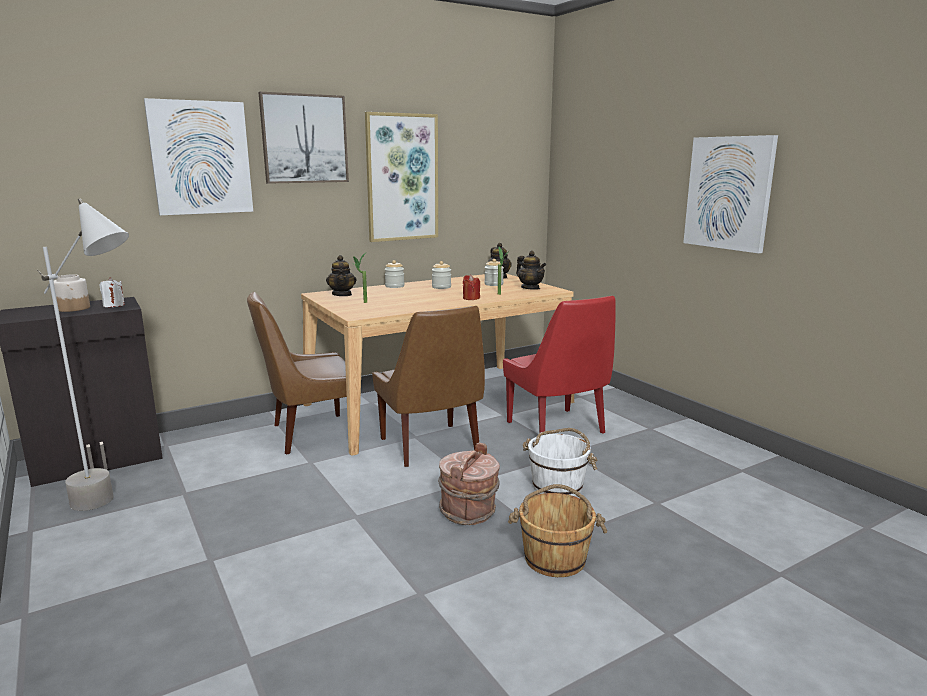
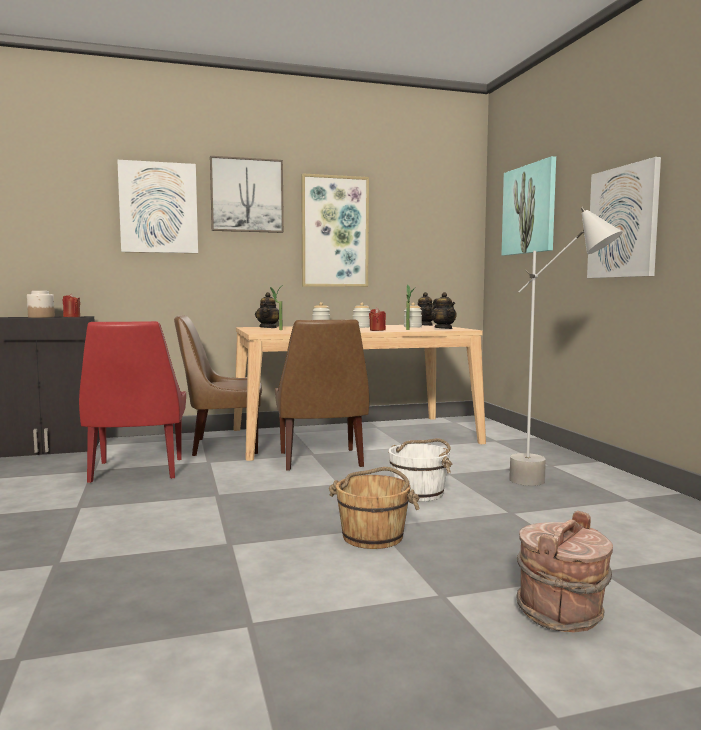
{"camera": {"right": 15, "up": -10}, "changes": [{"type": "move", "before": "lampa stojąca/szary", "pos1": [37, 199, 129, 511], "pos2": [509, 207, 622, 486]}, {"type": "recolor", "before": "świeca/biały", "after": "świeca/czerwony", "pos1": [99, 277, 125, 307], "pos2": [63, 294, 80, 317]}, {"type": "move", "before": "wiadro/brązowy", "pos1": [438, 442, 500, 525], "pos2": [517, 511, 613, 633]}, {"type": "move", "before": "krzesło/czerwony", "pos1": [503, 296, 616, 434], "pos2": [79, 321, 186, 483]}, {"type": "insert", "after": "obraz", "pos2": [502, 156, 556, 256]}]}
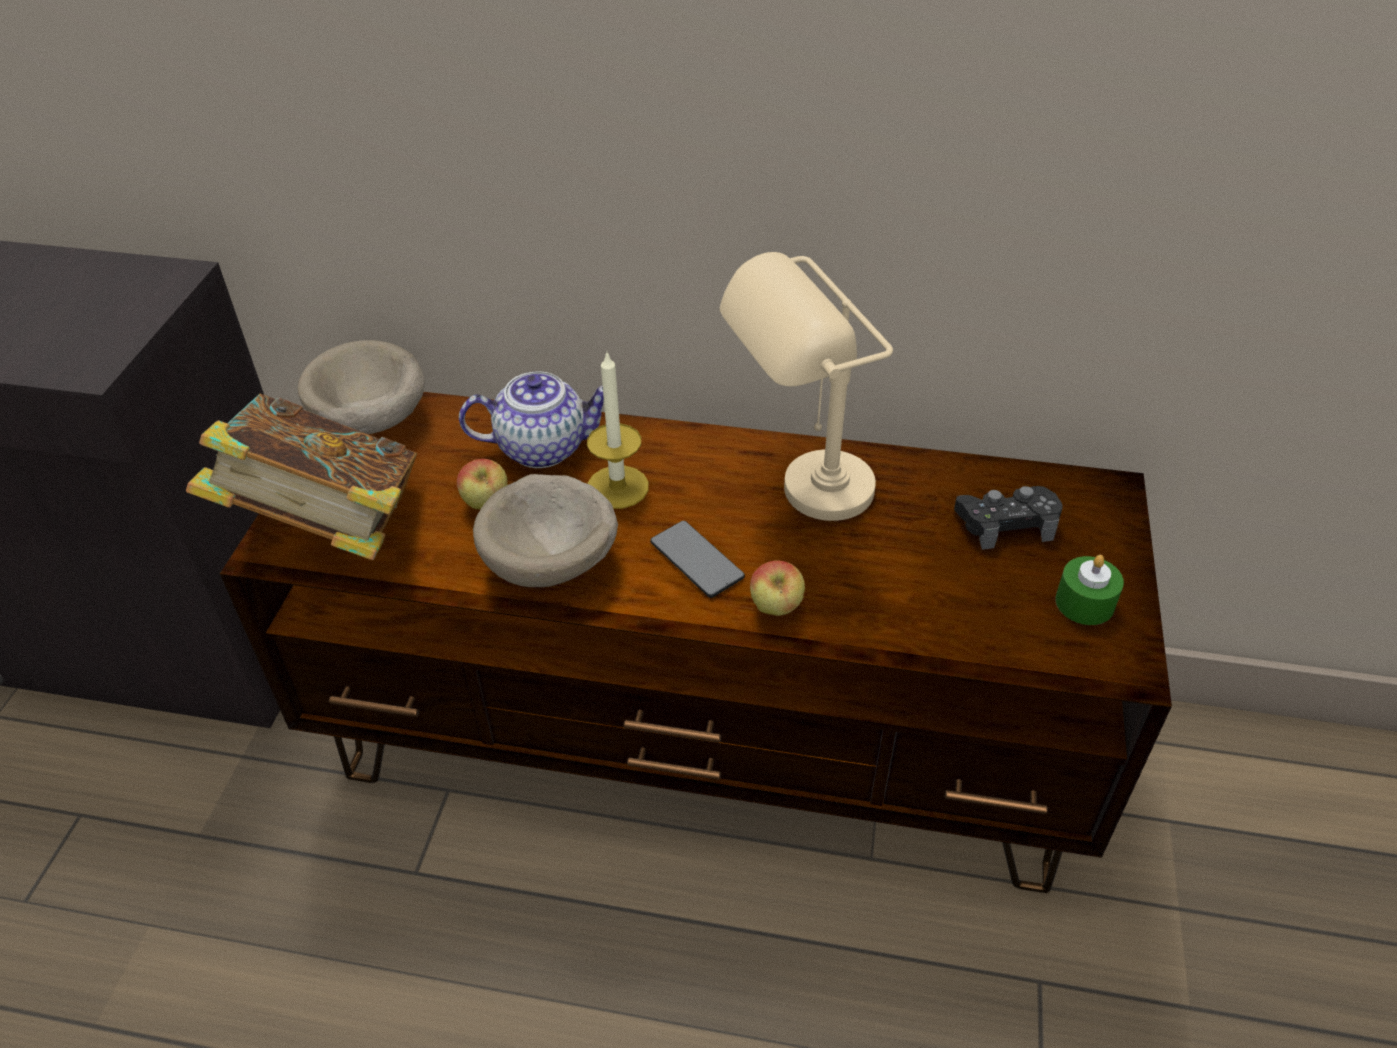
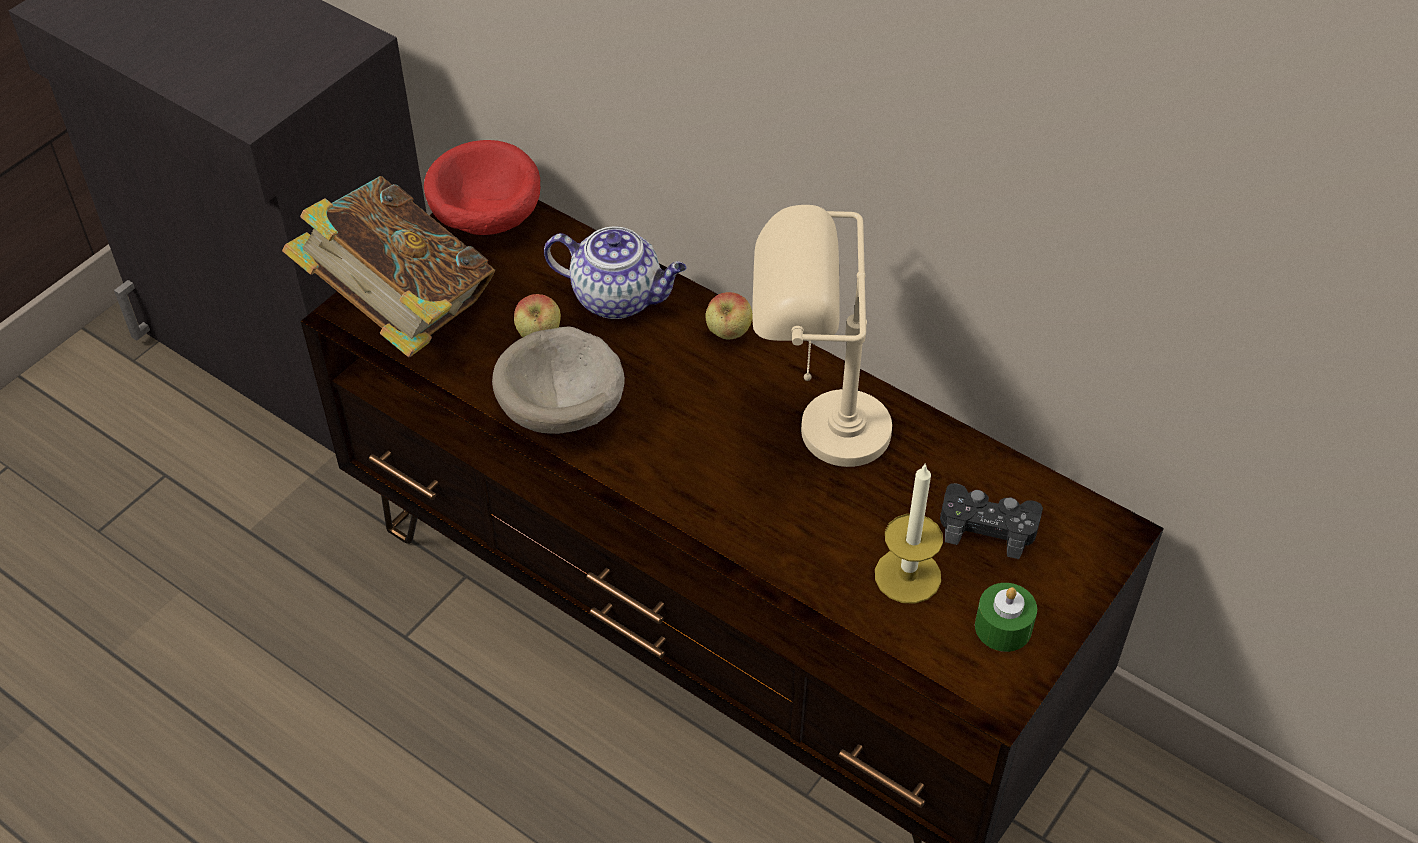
{"camera": {"right": 25, "up": 5}, "changes": [{"type": "recolor", "before": "miska/beżowy", "after": "miska/czerwony", "pos1": [298, 340, 425, 434], "pos2": [424, 140, 540, 235]}, {"type": "move", "before": "świeca", "pos1": [587, 353, 649, 509], "pos2": [875, 463, 943, 604]}, {"type": "delete", "before": "telefon", "pos1": [650, 521, 745, 598]}, {"type": "move", "before": "jabłko", "pos1": [750, 560, 805, 616], "pos2": [705, 292, 752, 339]}]}
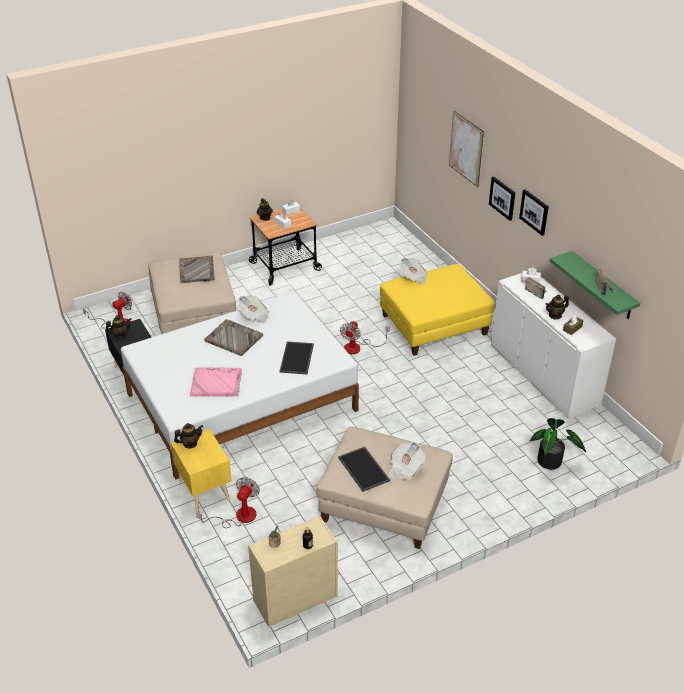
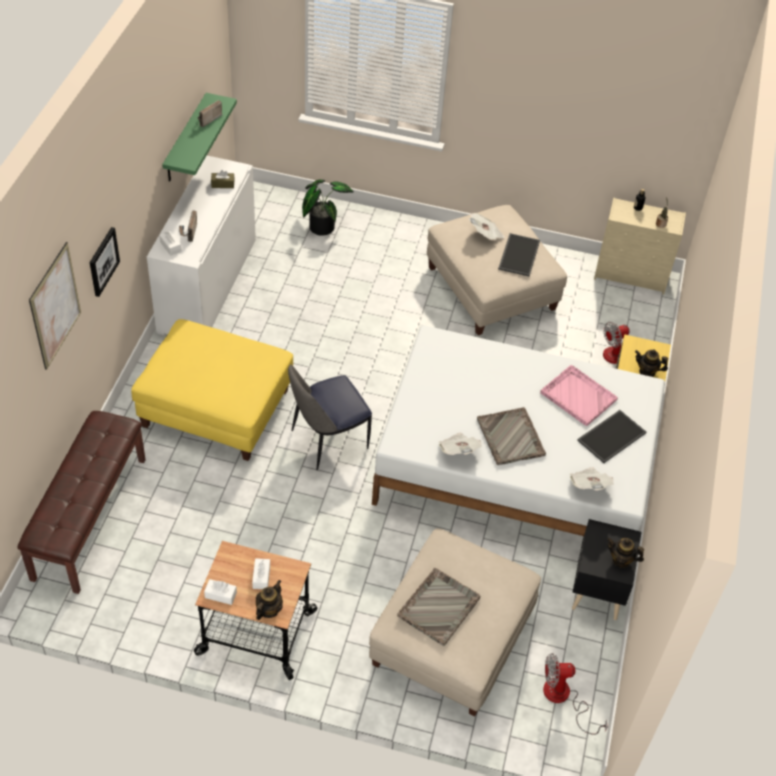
{"camera": {"right": -140, "up": 10}, "changes": [{"type": "move", "before": "taca", "pos1": [280, 341, 314, 374], "pos2": [577, 410, 646, 463]}, {"type": "replace", "before": "wentylator", "after": "krzesło", "pos1": [340, 321, 390, 354], "pos2": [288, 364, 372, 470]}, {"type": "move", "before": "gazeta", "pos1": [400, 258, 428, 285], "pos2": [570, 467, 614, 491]}, {"type": "delete", "before": "obraz", "pos1": [519, 189, 549, 236]}, {"type": "delete", "before": "imbryk", "pos1": [545, 295, 569, 319]}, {"type": "insert", "after": "ławka/brązowy", "pos2": [17, 411, 146, 594]}]}
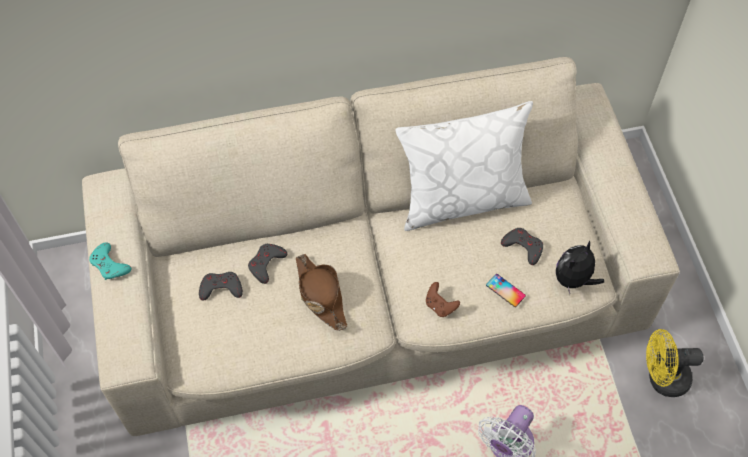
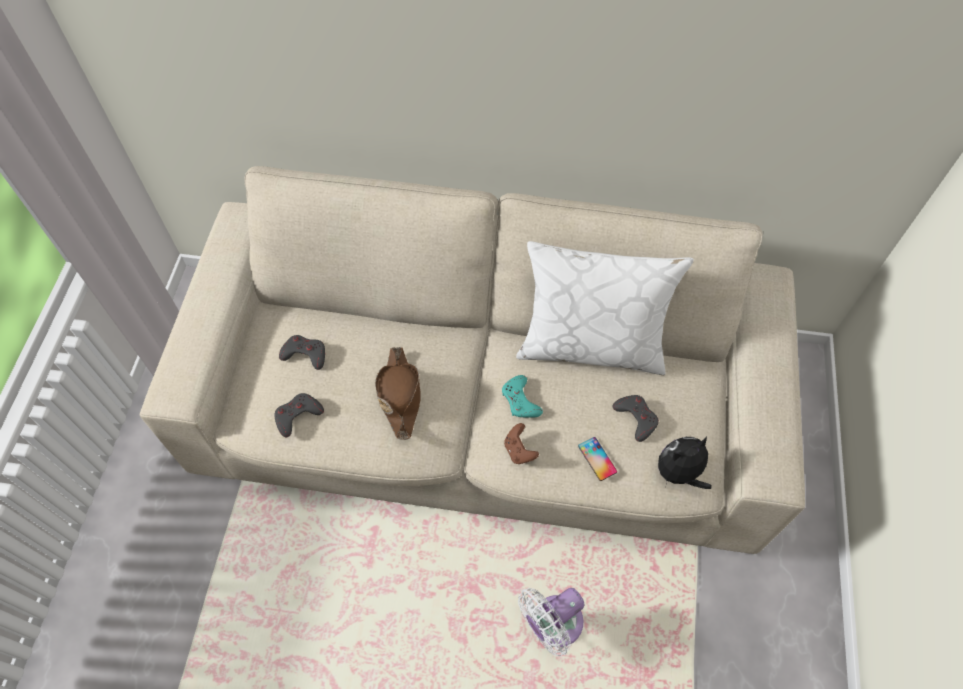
{"camera": {"right": 20, "up": 0}, "changes": [{"type": "move", "before": "pad do gier/turkusowy", "pos1": [89, 242, 131, 280], "pos2": [502, 375, 543, 418]}, {"type": "move", "before": "pad do gier/szary", "pos1": [248, 244, 288, 284], "pos2": [274, 393, 324, 437]}, {"type": "delete", "before": "wentylator/żółty", "pos1": [646, 329, 703, 397]}]}
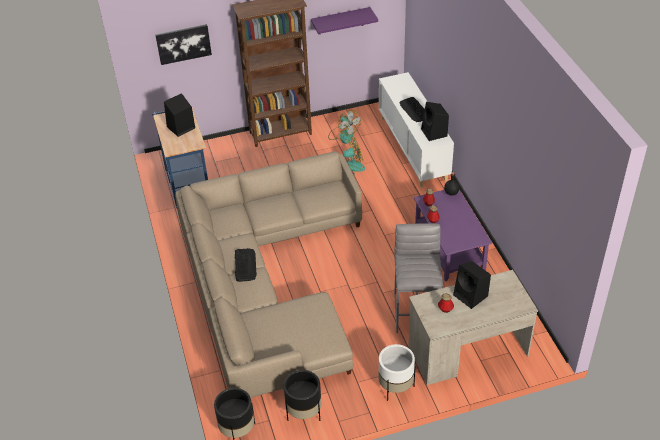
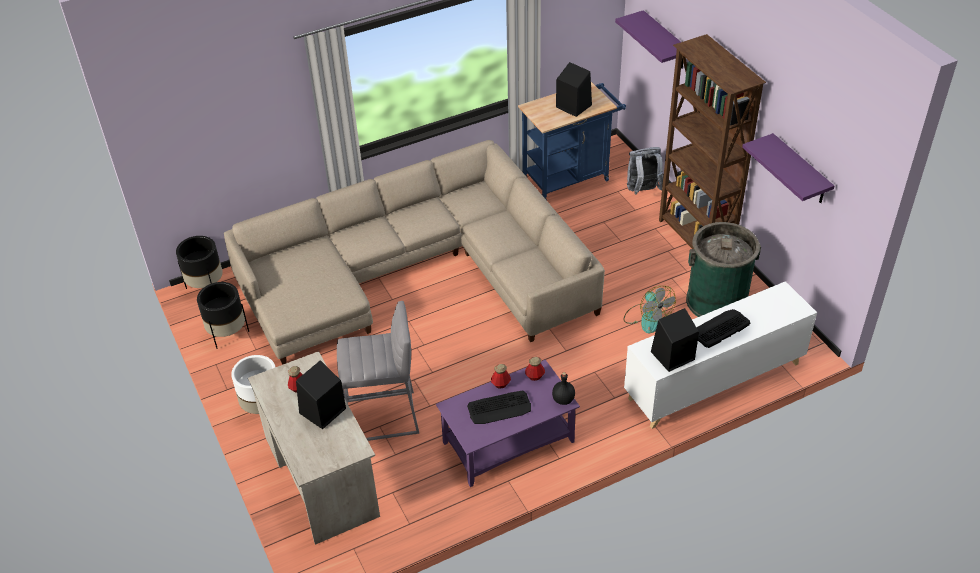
{"camera": {"right": 80, "up": 0}, "changes": [{"type": "replace", "before": "obraz", "after": "półka/fioletowy", "pos1": [155, 24, 212, 65], "pos2": [615, 10, 683, 69]}, {"type": "move", "before": "klawiatura", "pos1": [235, 248, 257, 282], "pos2": [467, 390, 531, 424]}, {"type": "replace", "before": "wentylator", "after": "kosz na śmieci/zielony", "pos1": [328, 110, 361, 144], "pos2": [686, 222, 761, 317]}, {"type": "insert", "after": "plecak/szary", "pos2": [627, 147, 663, 195]}]}
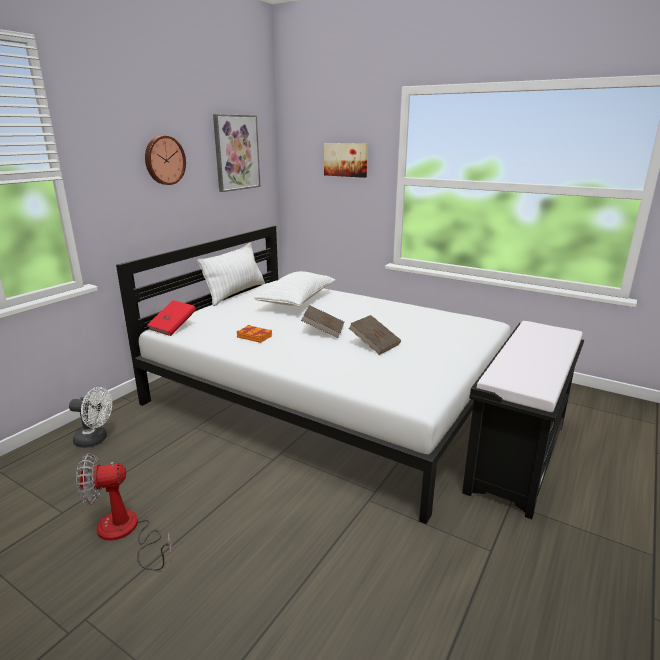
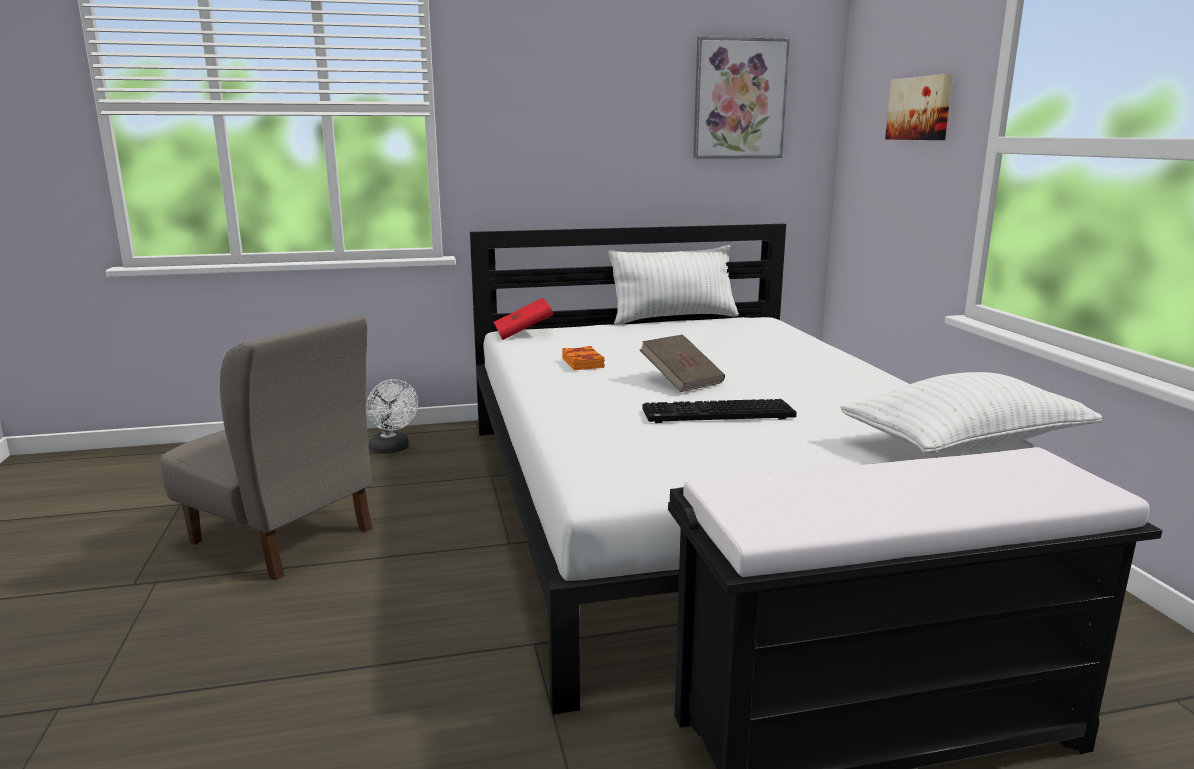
{"camera": {"right": 45, "up": -5}, "changes": [{"type": "replace", "before": "wentylator", "after": "krzesło/szary", "pos1": [76, 453, 171, 570], "pos2": [160, 316, 373, 580]}, {"type": "delete", "before": "zegar ścienny", "pos1": [145, 136, 186, 185]}, {"type": "move", "before": "poduszka/biały", "pos1": [254, 271, 335, 307], "pos2": [840, 372, 1103, 454]}, {"type": "replace", "before": "książka/brązowy", "after": "klawiatura", "pos1": [349, 315, 401, 355], "pos2": [643, 399, 797, 423]}]}
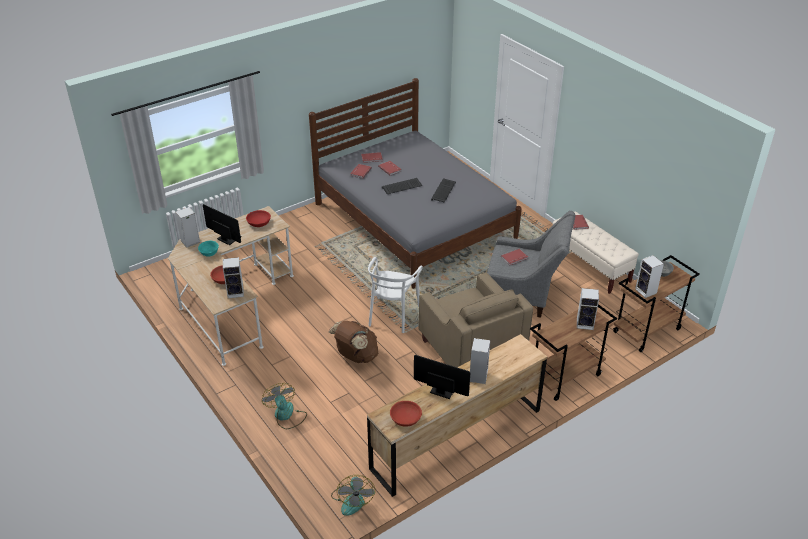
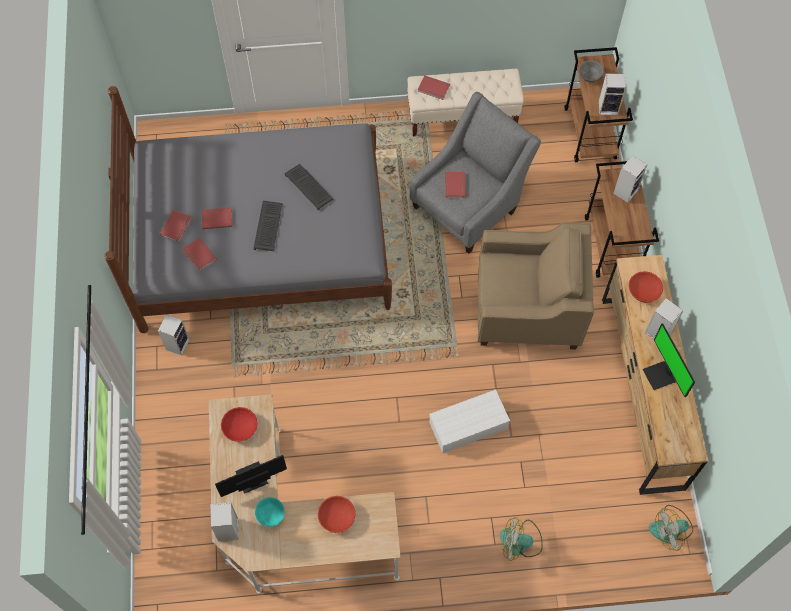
{"camera": {"right": -60, "up": 25}, "changes": [{"type": "move", "before": "głośnik", "pos1": [223, 257, 244, 298], "pos2": [158, 314, 190, 356]}, {"type": "replace", "before": "plecak/brązowy", "after": "pojemnik do przechowywania/biały", "pos1": [329, 321, 378, 363], "pos2": [429, 389, 510, 453]}, {"type": "rotate", "before": "wentylator", "pos1": [331, 475, 375, 516], "pos2": [649, 505, 693, 551], "turn": 135}, {"type": "delete", "before": "krzesło/biały", "pos1": [368, 257, 423, 333]}, {"type": "move", "before": "miska/czerwony", "pos1": [390, 401, 422, 427], "pos2": [629, 271, 663, 303]}, {"type": "rotate", "before": "monitor", "pos1": [414, 355, 470, 399], "pos2": [643, 323, 695, 397], "turn": -75}]}
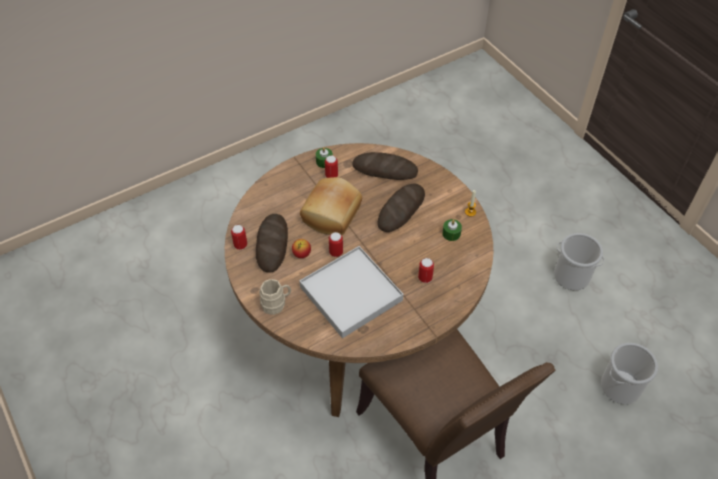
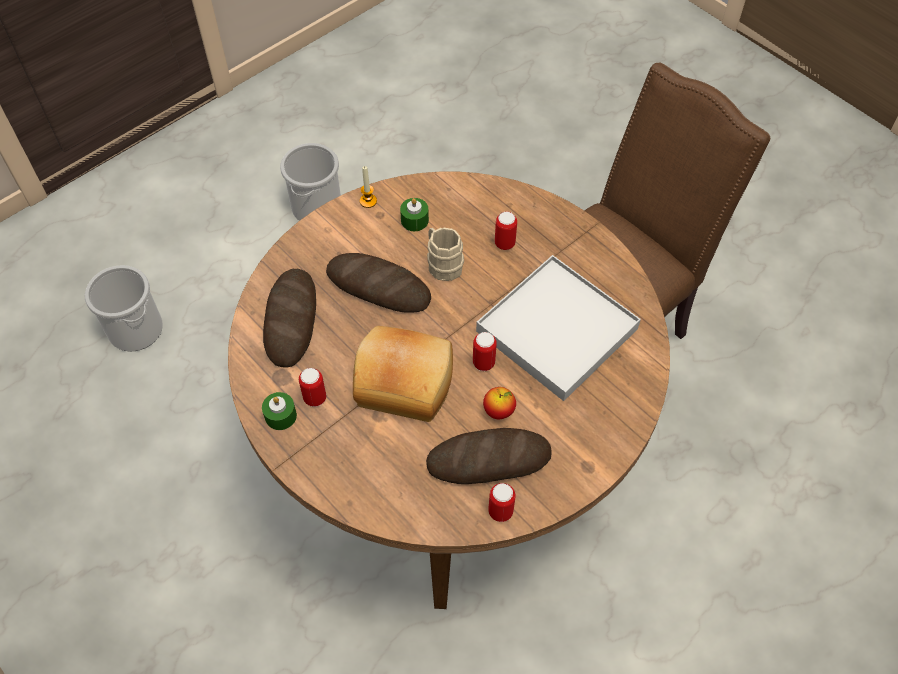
{"camera": {"right": -100, "up": 5}, "changes": [{"type": "move", "before": "kubek/beżowy", "pos1": [259, 279, 291, 315], "pos2": [427, 228, 464, 281]}, {"type": "move", "before": "wiadro", "pos1": [601, 343, 658, 404], "pos2": [85, 265, 163, 352]}]}
